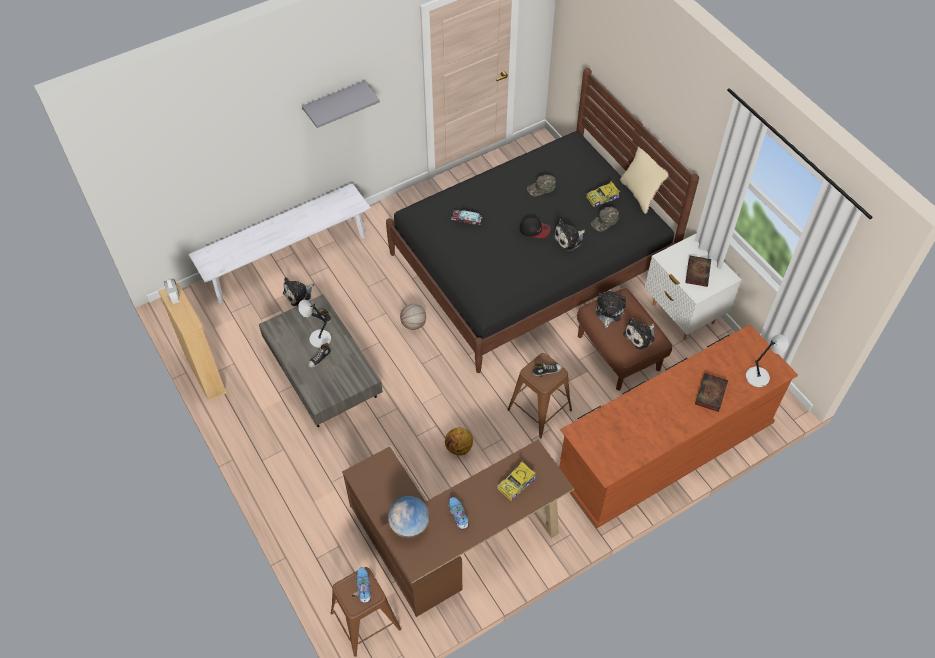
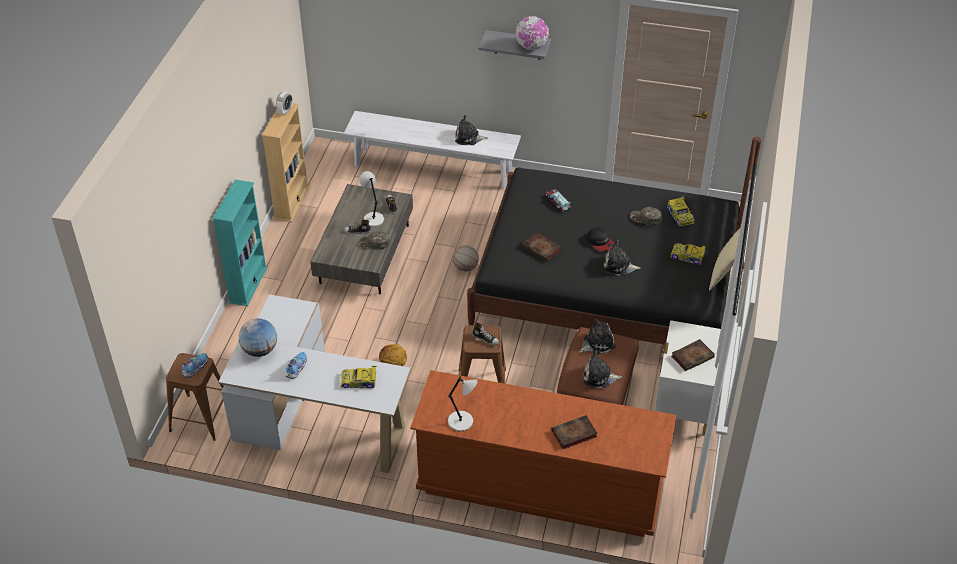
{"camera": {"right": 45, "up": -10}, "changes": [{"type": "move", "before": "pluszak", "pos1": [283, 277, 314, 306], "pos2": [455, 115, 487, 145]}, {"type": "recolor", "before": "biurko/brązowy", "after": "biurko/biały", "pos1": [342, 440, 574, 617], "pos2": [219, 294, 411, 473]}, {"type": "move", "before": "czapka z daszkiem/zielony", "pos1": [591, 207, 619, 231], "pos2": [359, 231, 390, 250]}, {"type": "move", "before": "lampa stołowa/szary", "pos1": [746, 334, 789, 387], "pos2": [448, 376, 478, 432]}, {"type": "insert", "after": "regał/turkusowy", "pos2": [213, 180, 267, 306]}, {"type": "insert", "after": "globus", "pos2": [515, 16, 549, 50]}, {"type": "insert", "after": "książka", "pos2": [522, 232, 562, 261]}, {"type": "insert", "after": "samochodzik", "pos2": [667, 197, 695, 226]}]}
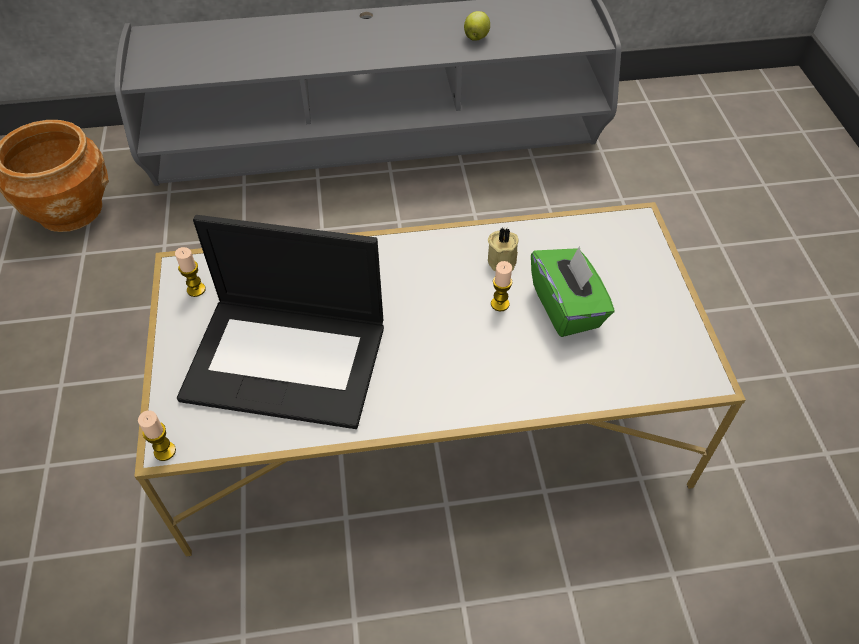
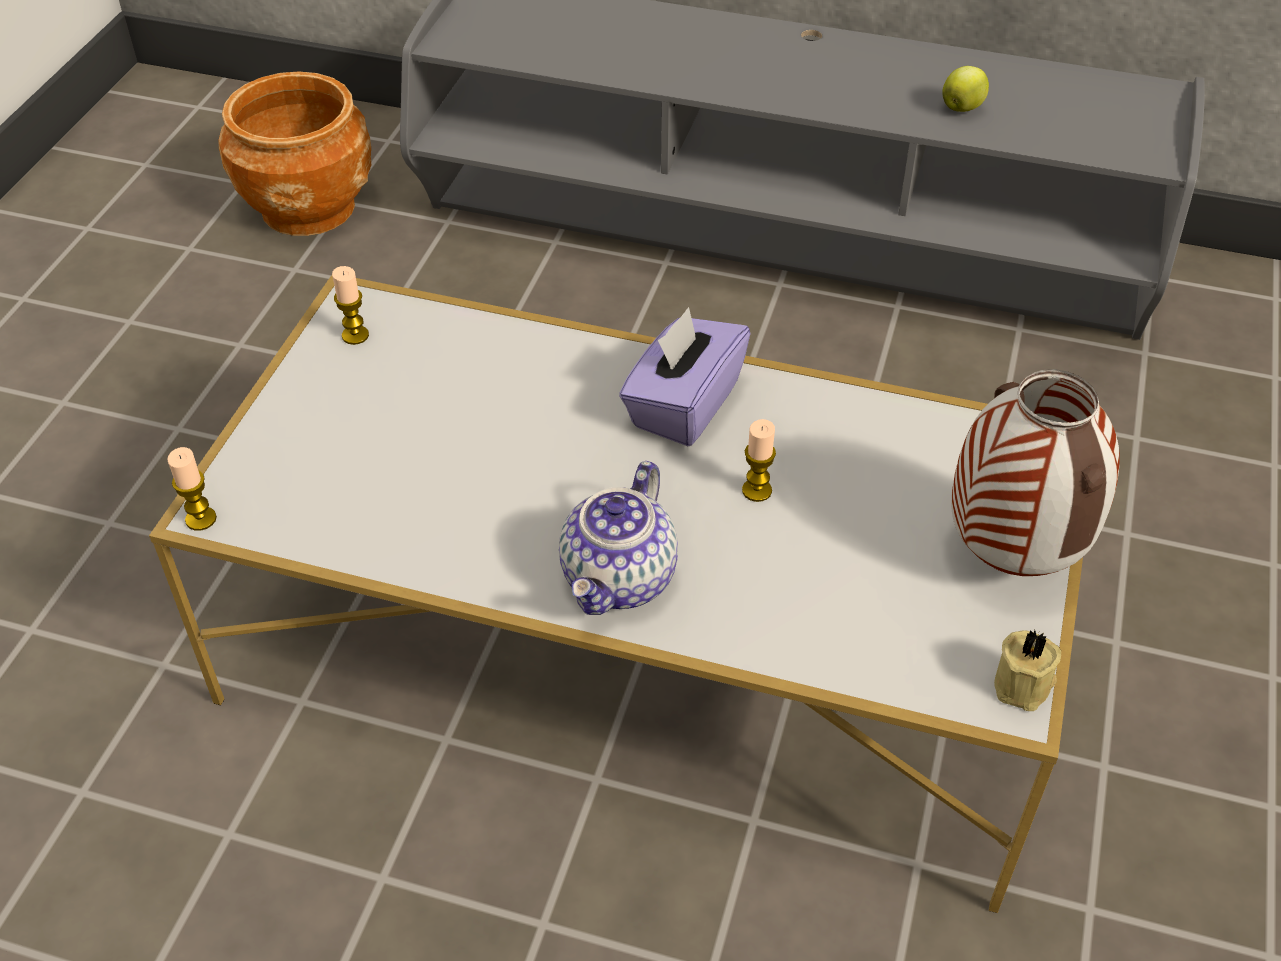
{"camera": {"right": 25, "up": -5}, "changes": [{"type": "delete", "before": "laptop", "pos1": [177, 215, 384, 429]}, {"type": "move", "before": "świeca/beżowy", "pos1": [488, 227, 519, 271], "pos2": [994, 630, 1061, 711]}, {"type": "delete", "before": "pudełko chusteczek/zielony", "pos1": [531, 246, 615, 337]}, {"type": "insert", "after": "imbryk", "pos2": [559, 461, 678, 615]}, {"type": "insert", "after": "pudełko chusteczek/fioletowy", "pos2": [619, 307, 751, 446]}, {"type": "insert", "after": "wazon", "pos2": [951, 369, 1120, 576]}]}
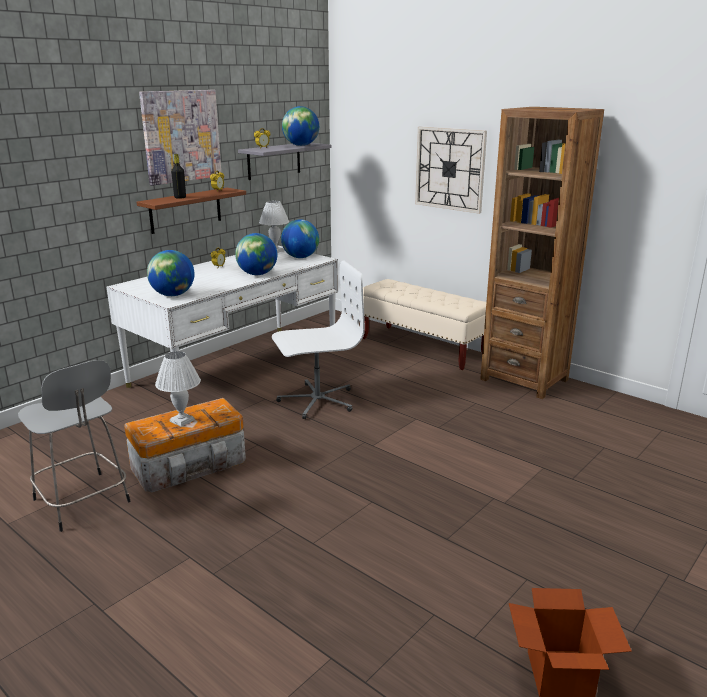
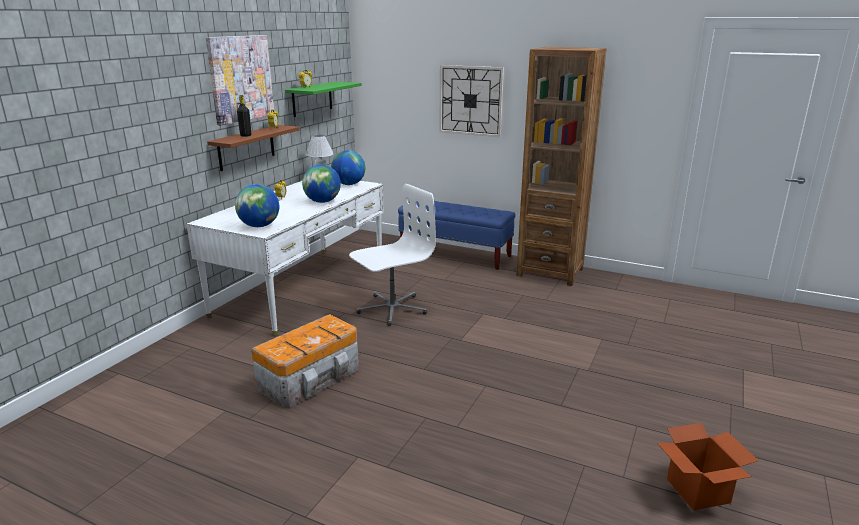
{"camera": {"right": -15, "up": 0}, "changes": [{"type": "delete", "before": "stołek/szary", "pos1": [18, 360, 131, 532]}, {"type": "delete", "before": "lampa stołowa/biały", "pos1": [155, 351, 201, 427]}, {"type": "recolor", "before": "półka/szary", "after": "półka/zielony", "pos1": [238, 143, 332, 180], "pos2": [285, 81, 362, 117]}, {"type": "delete", "before": "globus", "pos1": [282, 106, 319, 146]}, {"type": "recolor", "before": "ławka/beżowy", "after": "ławka/niebieski", "pos1": [362, 279, 486, 370], "pos2": [398, 201, 515, 270]}]}
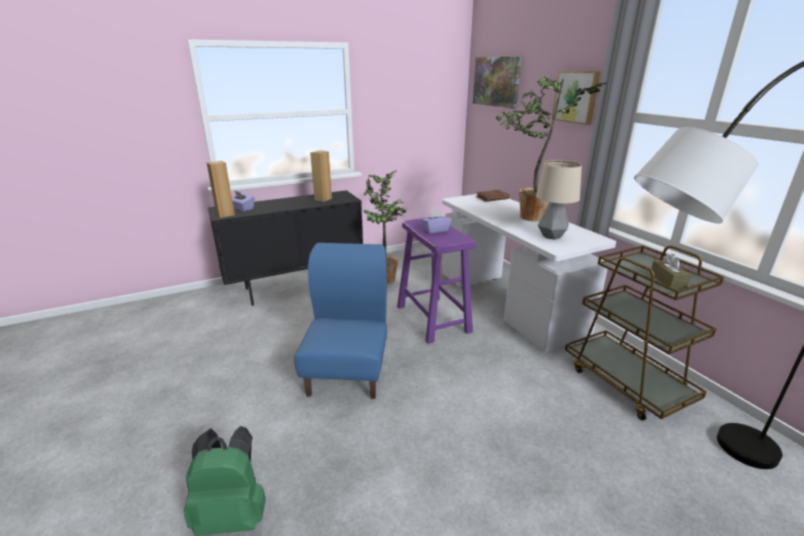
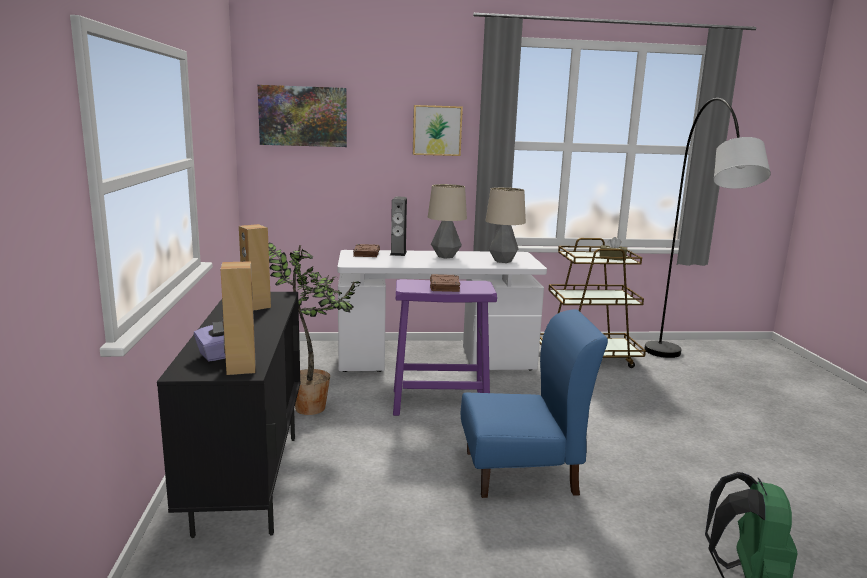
{"camera": {"right": -70, "up": -10}, "changes": [{"type": "rotate", "before": "krzesło/niebieski", "pos1": [294, 243, 387, 399], "pos2": [461, 309, 608, 498], "turn": 150}, {"type": "replace", "before": "pudełko chusteczek/fioletowy", "after": "książka/brązowy", "pos1": [421, 210, 452, 234], "pos2": [430, 274, 460, 292]}, {"type": "replace", "before": "roślina doniczkowa", "after": "lampa stołowa", "pos1": [496, 77, 606, 221], "pos2": [428, 184, 467, 258]}, {"type": "insert", "after": "głośnik", "pos2": [390, 196, 407, 256]}]}
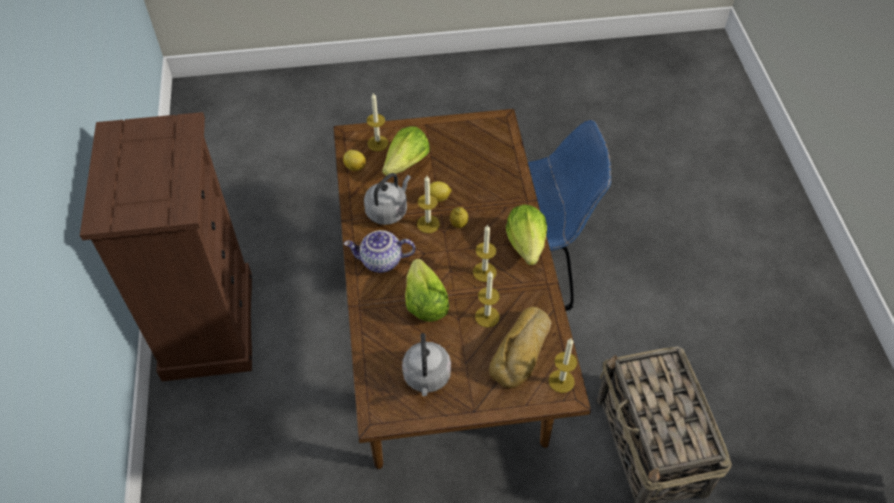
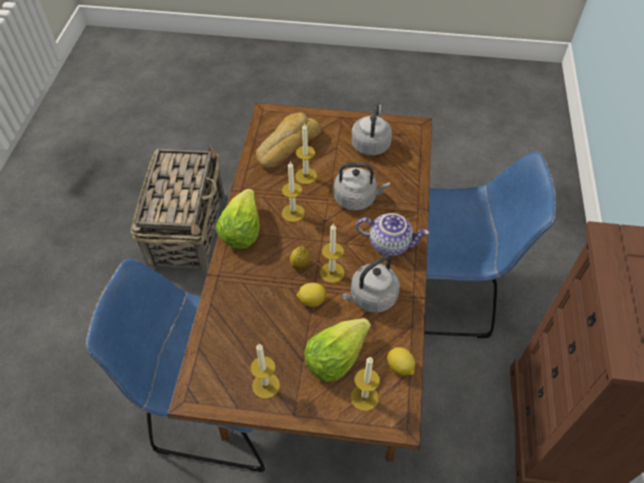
{"camera": {"right": -165, "up": 0}, "changes": [{"type": "replace", "before": "sałata", "after": "czajnik/szary", "pos1": [405, 259, 449, 322], "pos2": [333, 163, 390, 211]}, {"type": "move", "before": "świeca", "pos1": [549, 339, 577, 393], "pos2": [250, 343, 280, 399]}, {"type": "insert", "after": "krzesło/niebieski", "pos2": [424, 151, 556, 338]}]}
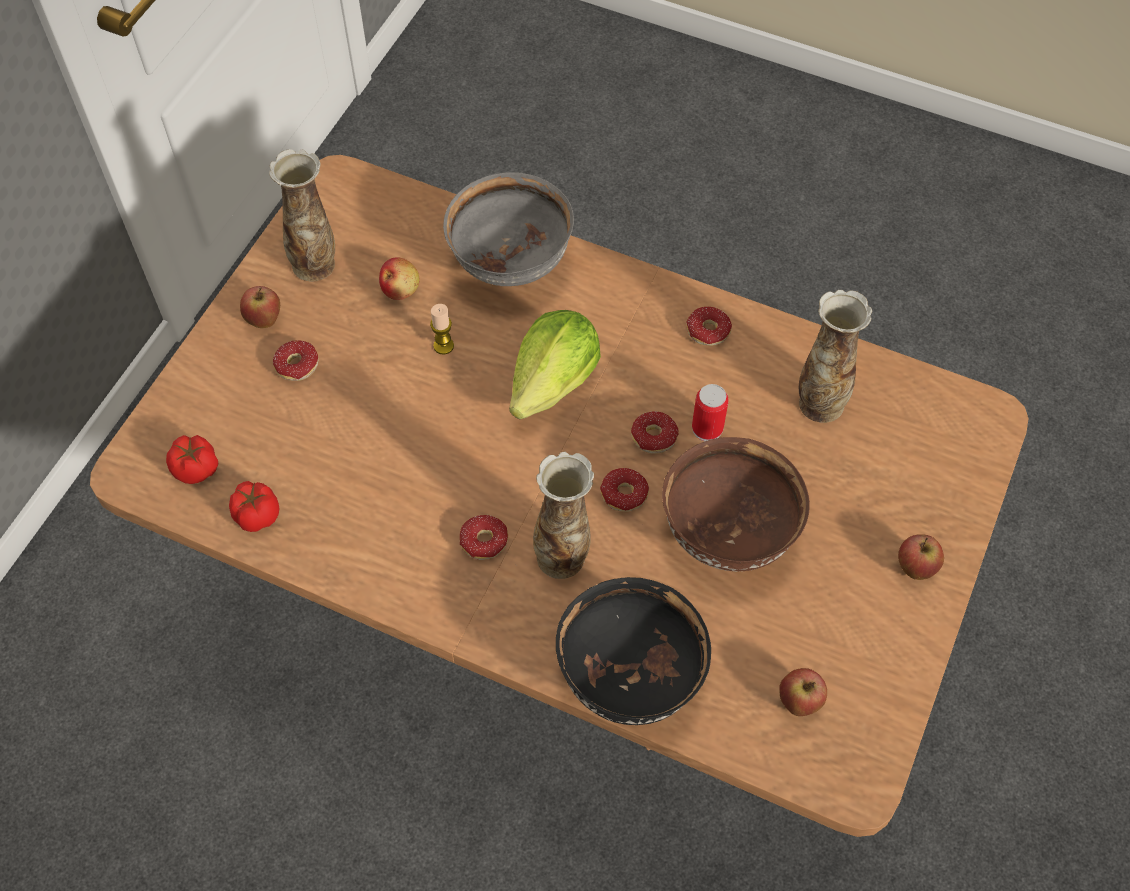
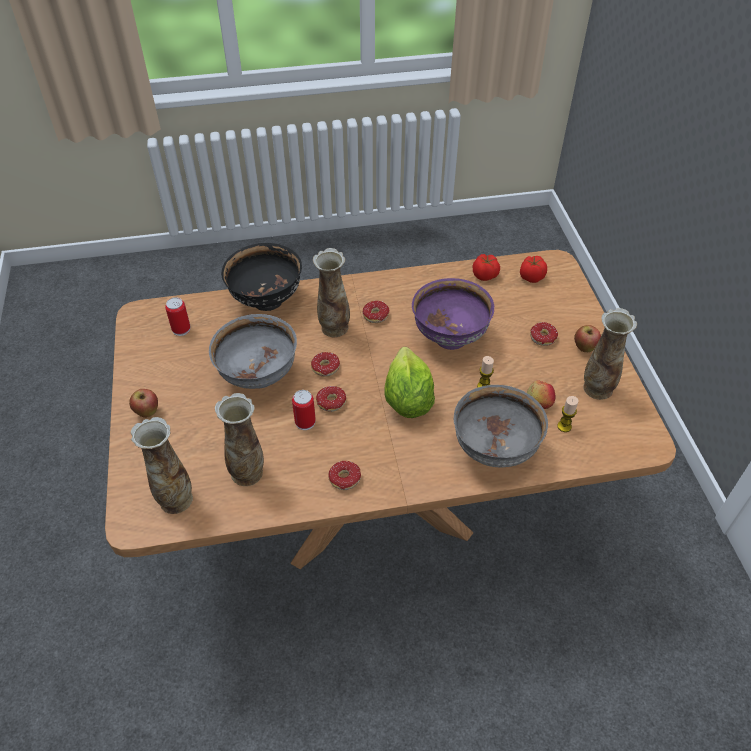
{"camera": {"right": 145, "up": -10}, "changes": [{"type": "recolor", "before": "miska/brązowy", "after": "miska/szary", "pos1": [662, 437, 810, 571], "pos2": [209, 314, 297, 389]}, {"type": "replace", "before": "jabłko", "after": "puszka", "pos1": [779, 668, 827, 716], "pos2": [165, 297, 190, 336]}, {"type": "insert", "after": "wazon", "pos2": [131, 417, 193, 514]}, {"type": "insert", "after": "miska/fioletowy", "pos2": [412, 278, 494, 350]}, {"type": "insert", "after": "świeca", "pos2": [557, 396, 578, 432]}]}
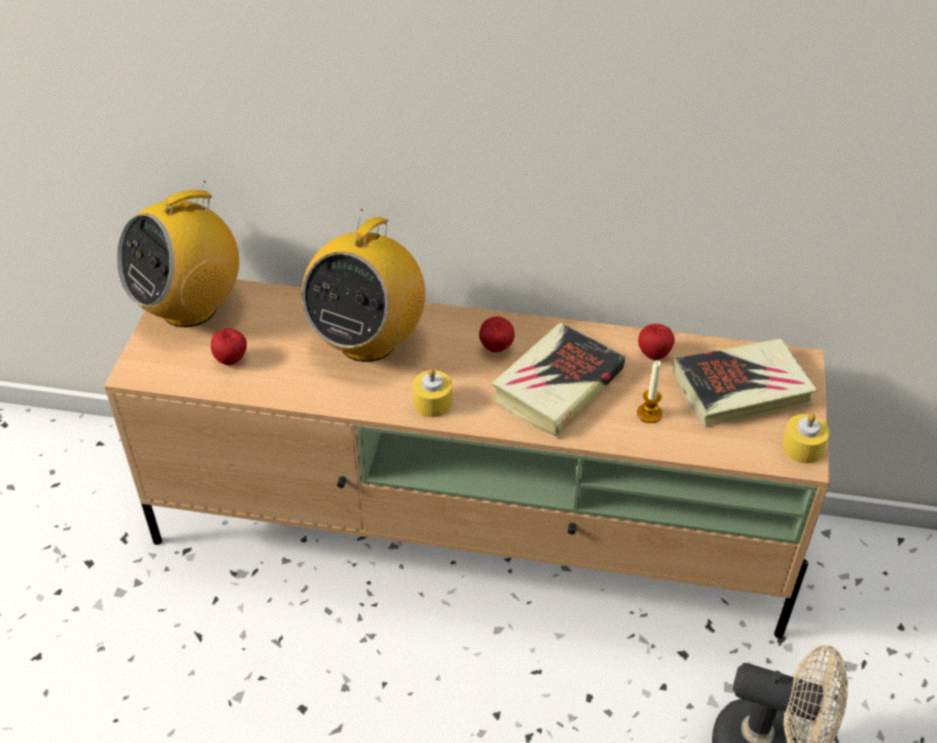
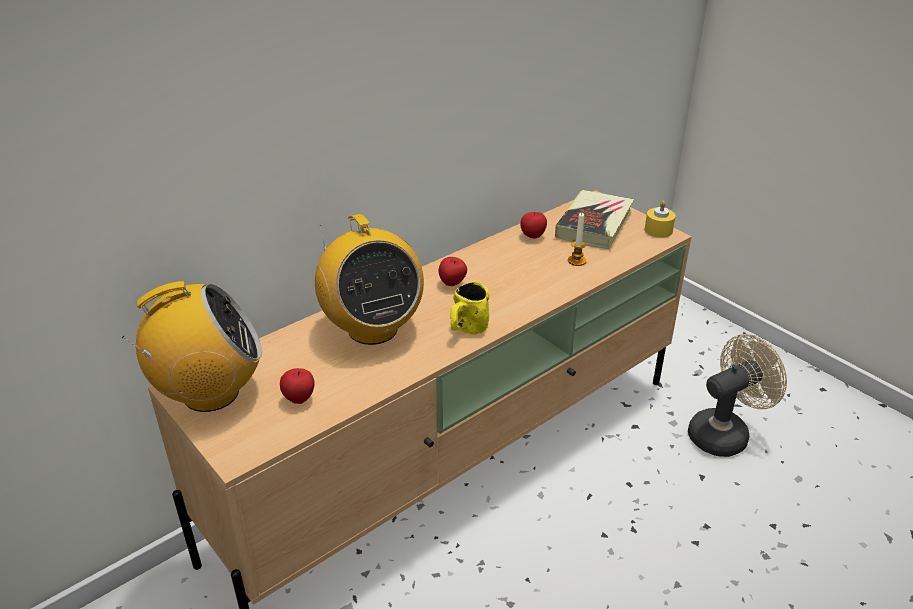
{"camera": {"right": -50, "up": -10}, "changes": [{"type": "rotate", "before": "radio", "pos1": [117, 181, 239, 327], "pos2": [122, 281, 262, 412], "turn": -105}, {"type": "replace", "before": "świeca/żółty", "after": "kubek/żółty", "pos1": [412, 368, 453, 417], "pos2": [450, 281, 489, 334]}, {"type": "delete", "before": "książka", "pos1": [492, 323, 625, 437]}]}
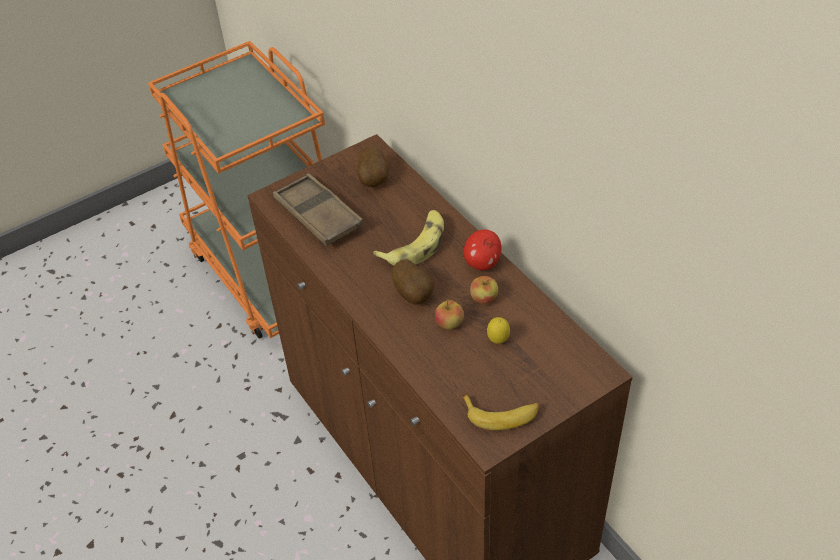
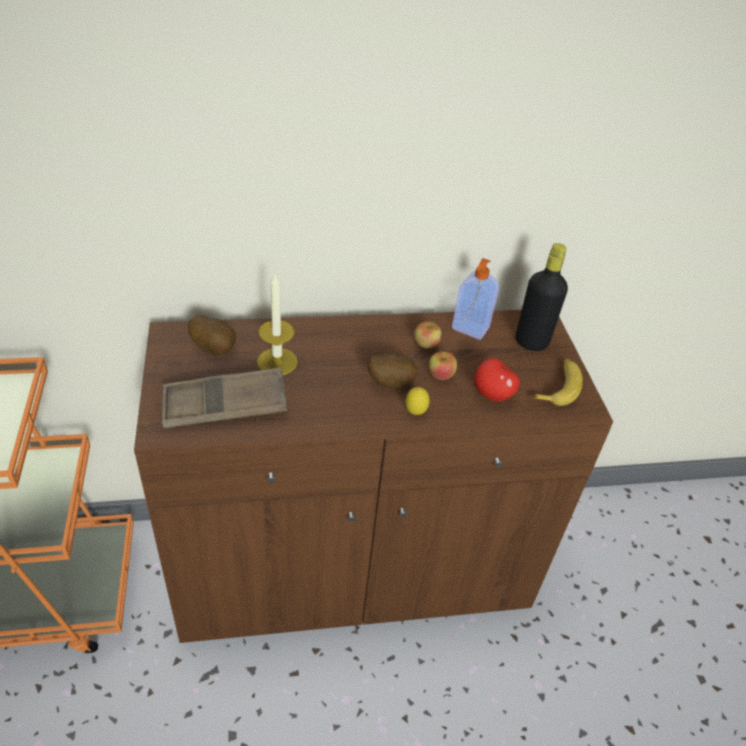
{"camera": {"right": -70, "up": -5}, "changes": [{"type": "delete", "before": "banan", "pos1": [373, 210, 444, 266]}, {"type": "move", "before": "jabłko", "pos1": [464, 229, 501, 271], "pos2": [474, 358, 520, 402]}, {"type": "move", "before": "cytryna", "pos1": [487, 317, 510, 344], "pos2": [405, 387, 430, 415]}, {"type": "insert", "after": "świeca", "pos2": [257, 274, 298, 375]}, {"type": "insert", "after": "dozownik mydła", "pos2": [452, 258, 499, 340]}, {"type": "insert", "after": "butelka/czarny", "pos2": [516, 243, 568, 351]}]}
